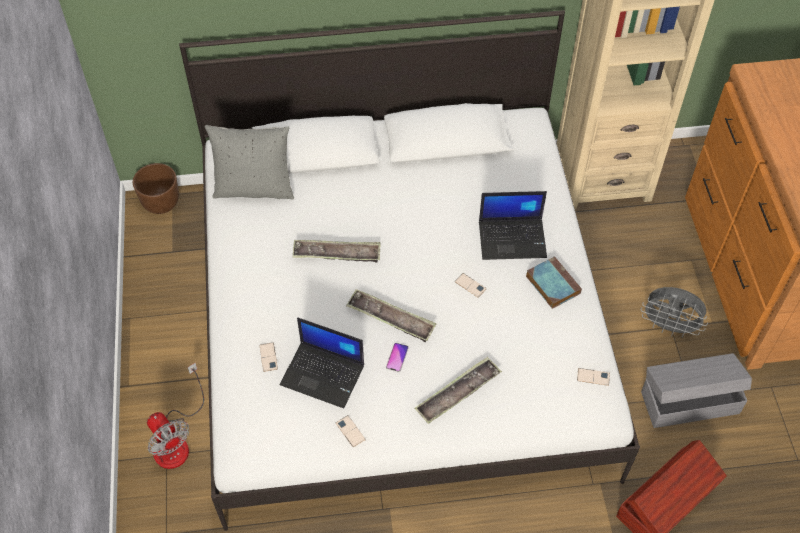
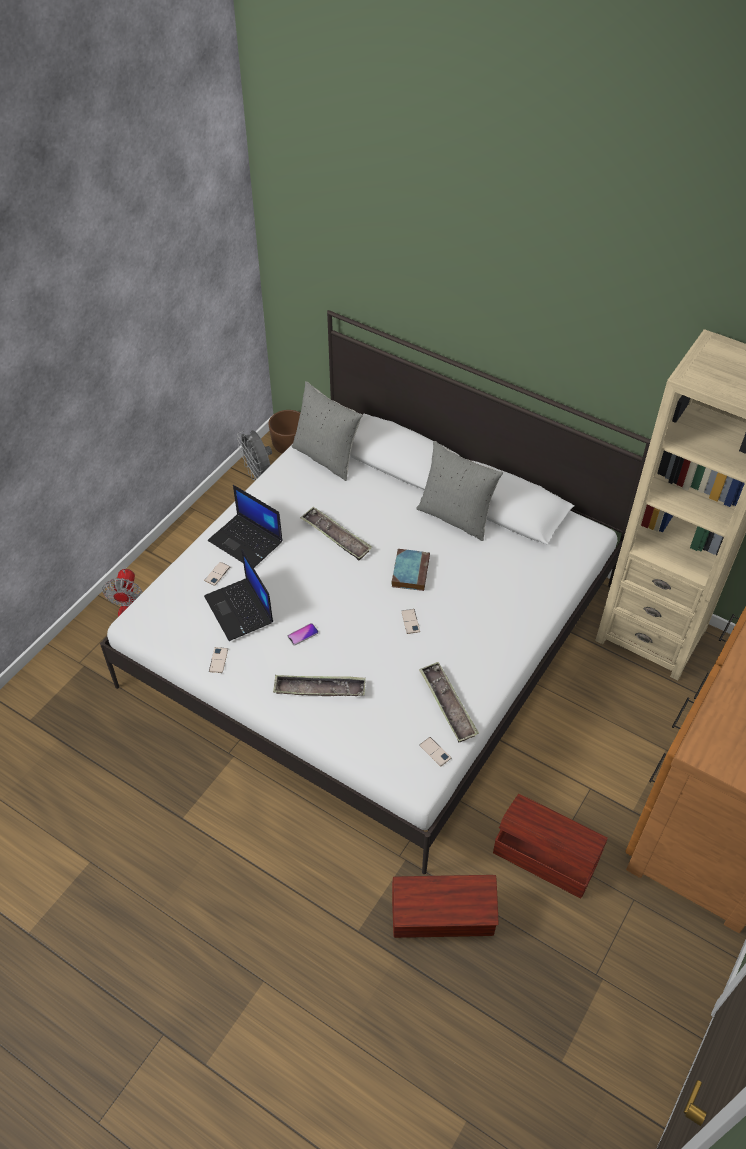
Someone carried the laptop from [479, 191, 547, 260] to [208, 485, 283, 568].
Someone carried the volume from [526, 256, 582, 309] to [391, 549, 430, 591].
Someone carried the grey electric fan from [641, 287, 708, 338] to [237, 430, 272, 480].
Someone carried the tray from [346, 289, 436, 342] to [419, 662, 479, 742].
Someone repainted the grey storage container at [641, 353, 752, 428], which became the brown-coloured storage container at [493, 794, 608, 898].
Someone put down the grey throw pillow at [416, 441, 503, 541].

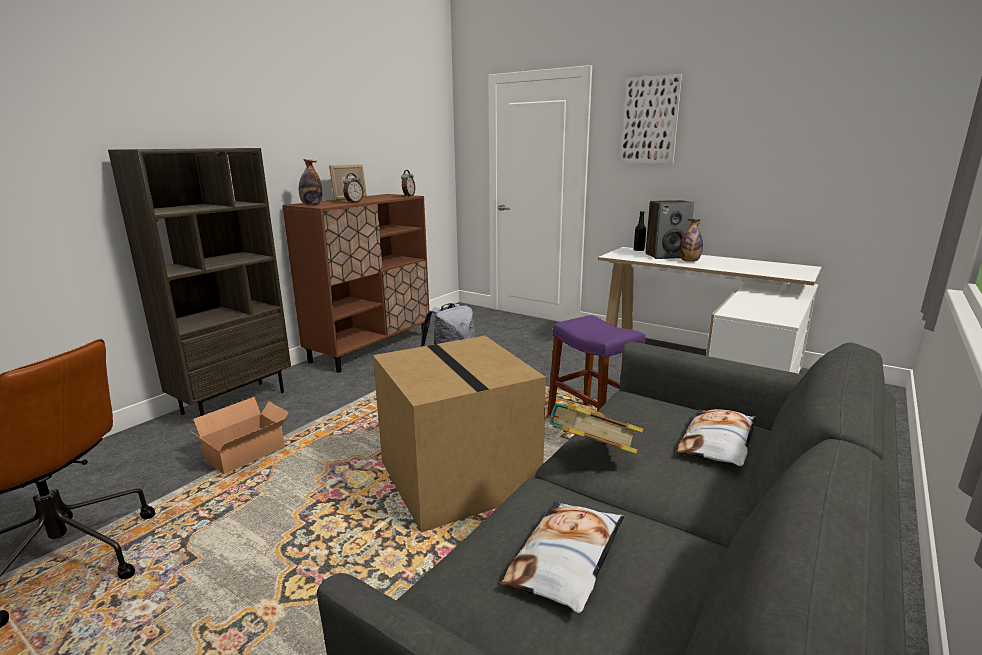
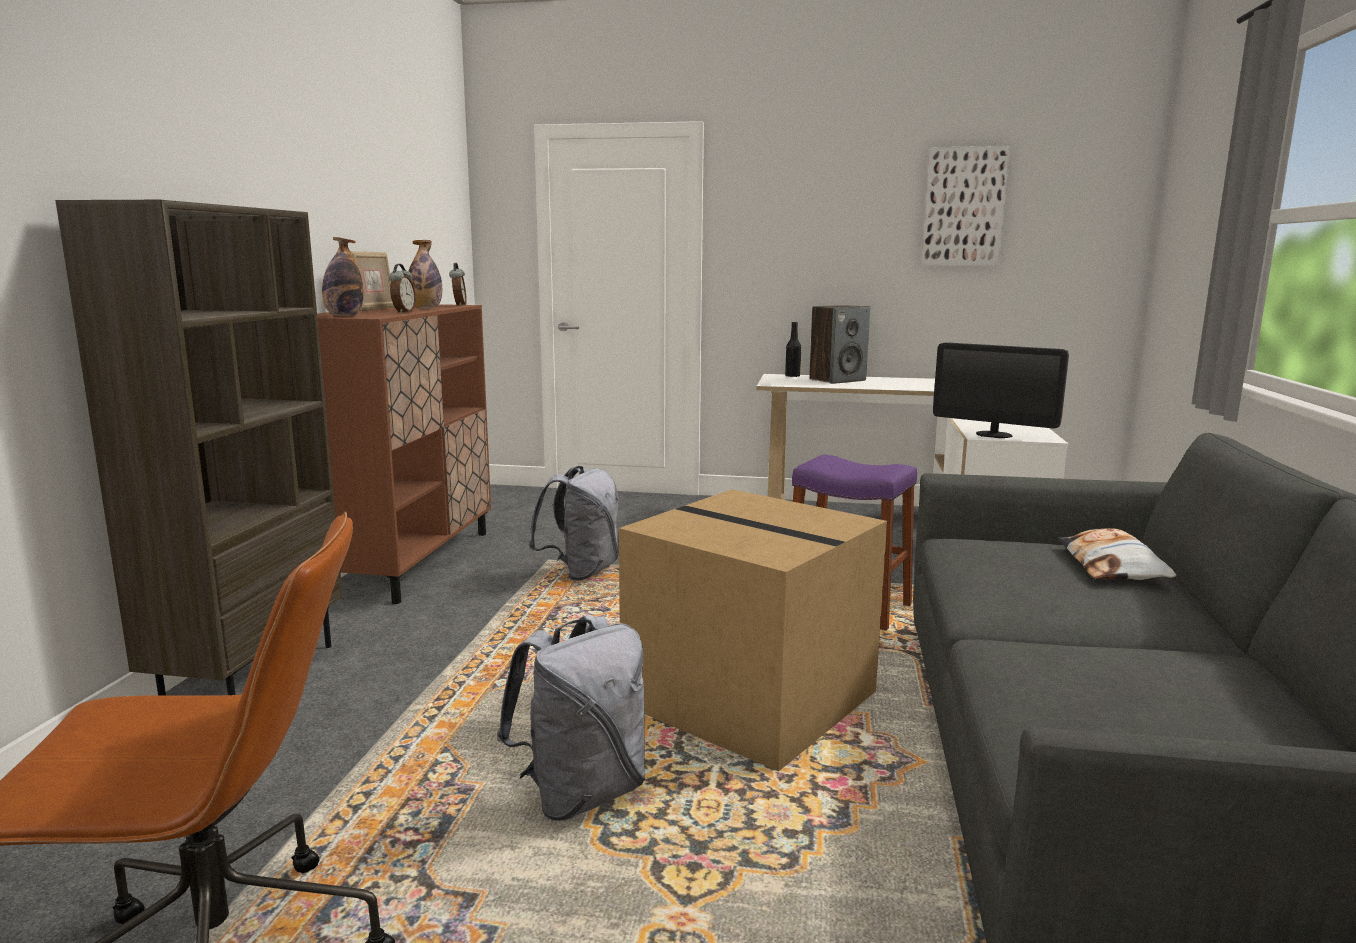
Someone carried the wall art from [621, 74, 682, 164] to [921, 146, 1010, 266].
Someone carried the bottle from [679, 219, 703, 262] to [408, 240, 442, 309].
Someone took away the packing box at [191, 397, 289, 474].
Someone took away the volume at [545, 403, 643, 454].
Someone took away the throw pillow at [500, 501, 624, 613].
Someone put down the computer screen at [933, 342, 1069, 438].
Someone put down the grey knapsack at [497, 615, 646, 821].

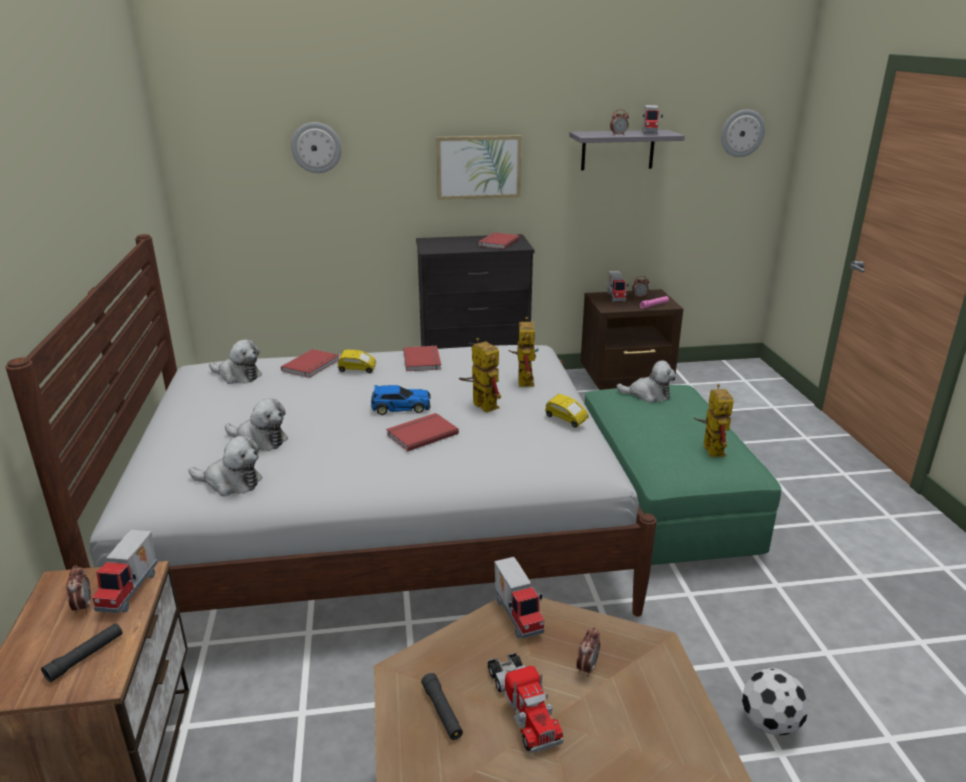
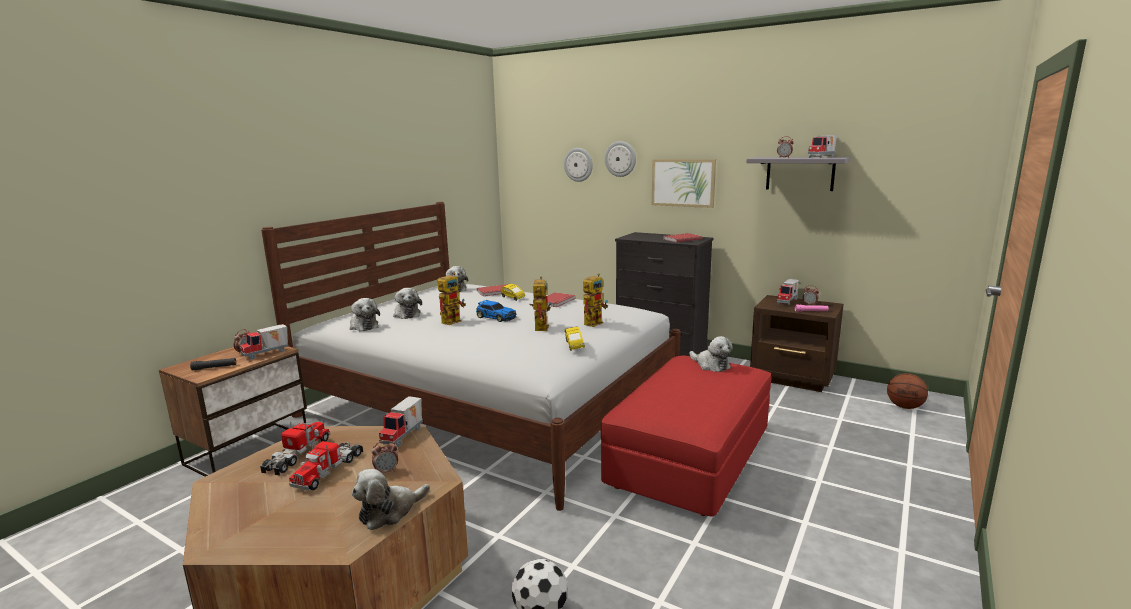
Someone carried the wall clock from [721, 109, 765, 157] to [605, 141, 636, 177].
Someone carried the robot figure from [694, 384, 733, 457] to [438, 273, 466, 325].
Someone repainted the greenish footrest at [584, 385, 781, 565], which became the red footrest at [601, 356, 771, 516].
Someone took away the red volume at [386, 413, 459, 451].
Someone swapped the blackish flashlight at [421, 673, 463, 740] for the toy lorry at [260, 421, 330, 475].
Someone put down the basketball ball at [887, 373, 928, 409].
Someone put down the plush toy at [352, 469, 430, 530].

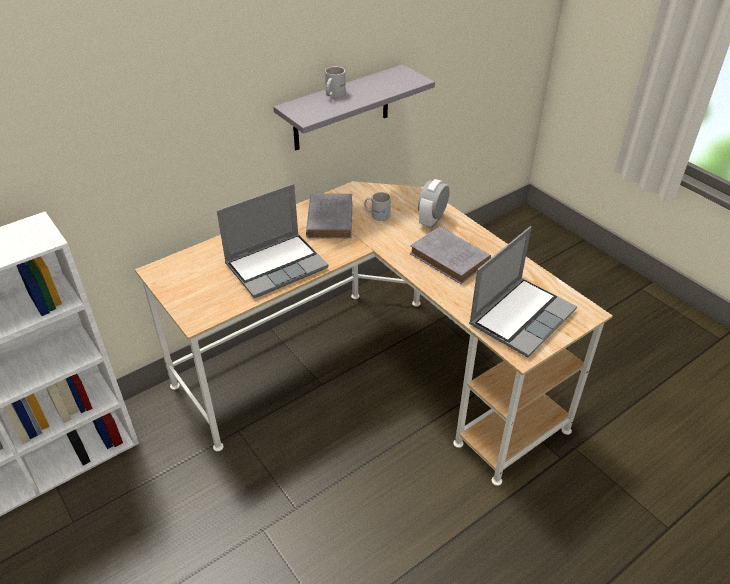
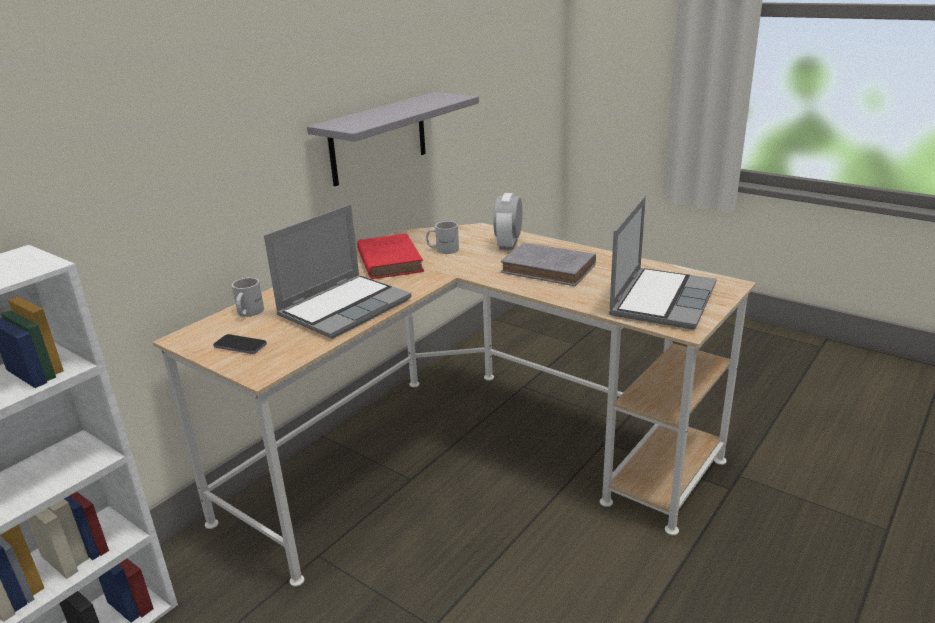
Someone carried the whitish coffee mug from [325, 66, 346, 97] to [232, 278, 264, 317].
Someone repainted the grey volume at [306, 193, 352, 238], which became the red volume at [357, 234, 424, 279].
Someone put down the phone at [213, 334, 267, 354].

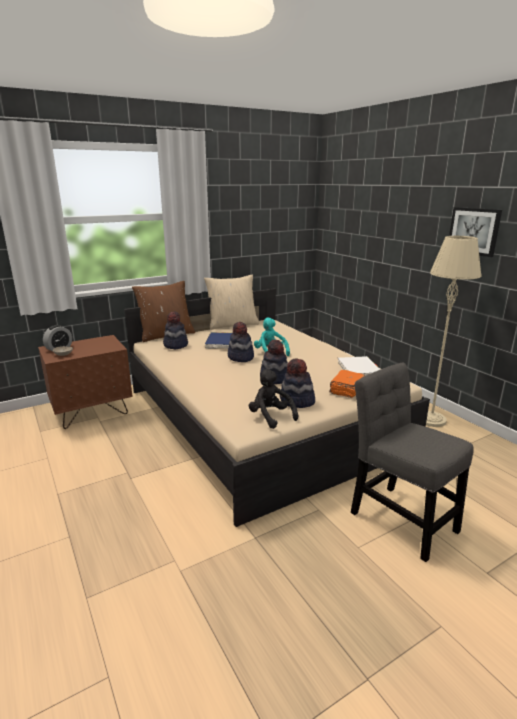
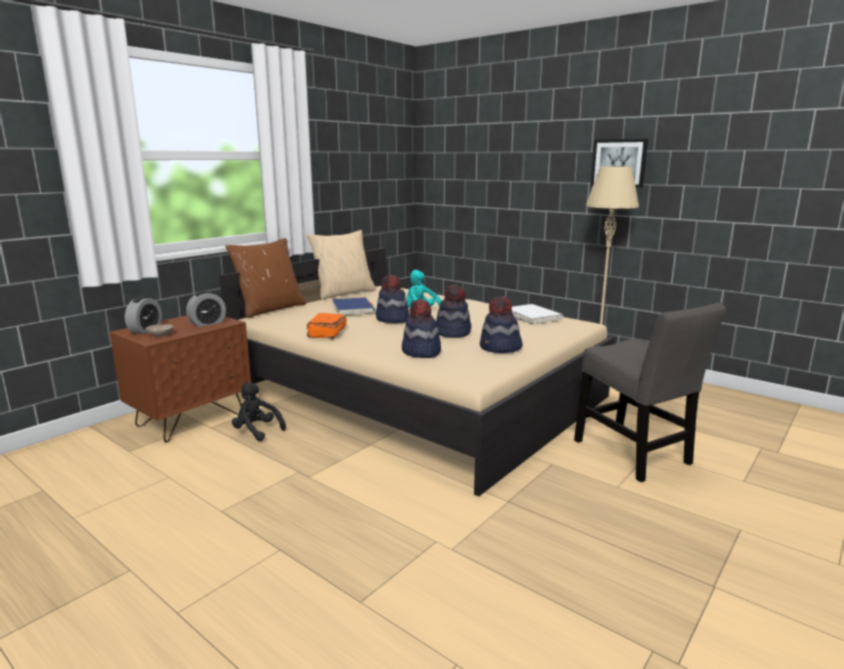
Someone carried the wearable hat from [163, 311, 188, 349] to [402, 299, 441, 358].
Someone rotated the grey upright chair at [351, 363, 473, 562] by 150 degrees counterclockwise.
Someone carried the blackish plush toy from [249, 369, 298, 429] to [232, 382, 286, 441].
Someone carried the orange-coloured volume from [329, 370, 365, 398] to [307, 313, 347, 339].
Someone put down the table clock at [186, 291, 226, 327].

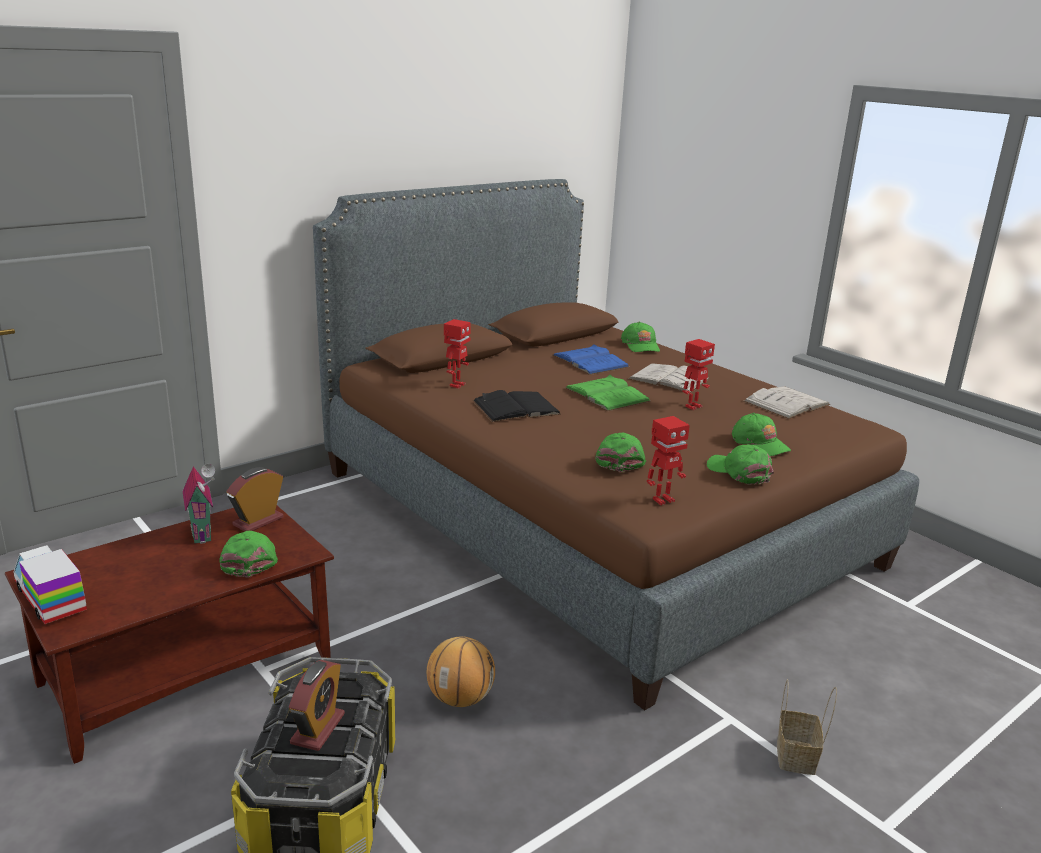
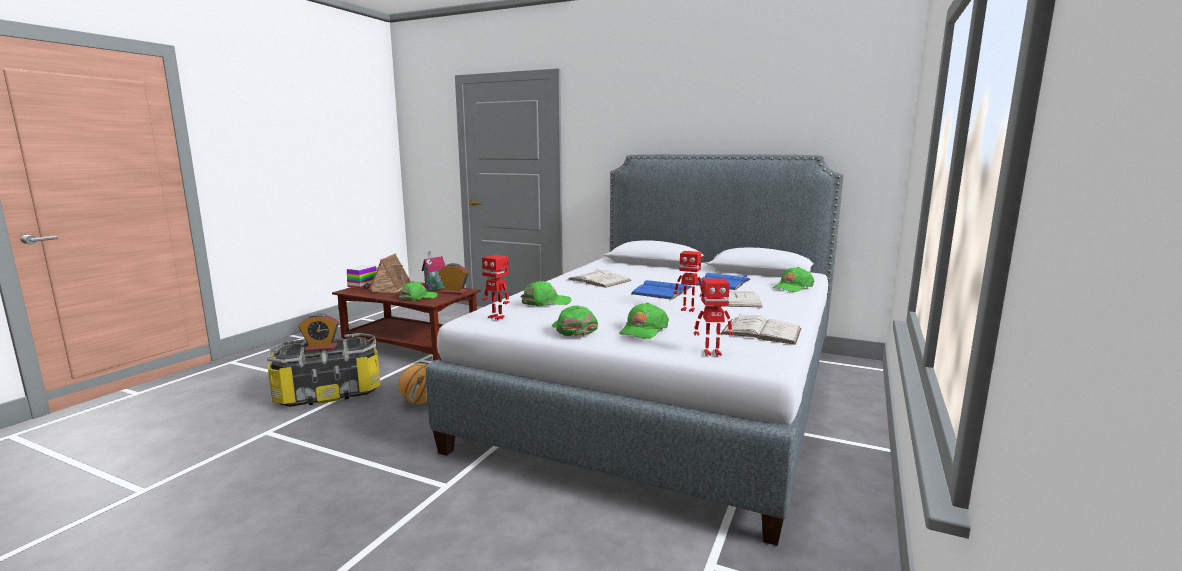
Someone repainted the brown-coloured bedroom bed at [313, 179, 919, 711], which became the grey bedroom bed at [426, 154, 843, 546].
Someone carried the robot figure from [444, 319, 471, 389] to [694, 279, 734, 356].
Someone repainted the greenish volume at [565, 375, 650, 411], which became the blue volume at [631, 280, 692, 300].
Someone repainted the blackish volume at [472, 390, 561, 422], which became the whitish volume at [568, 269, 632, 288].
Someone rotated the greenish cap at [707, 445, 774, 485] by 45 degrees counterclockwise.
Someone took away the storage basket at [777, 679, 837, 775].
Someone put down the miniature house at [369, 254, 411, 293].

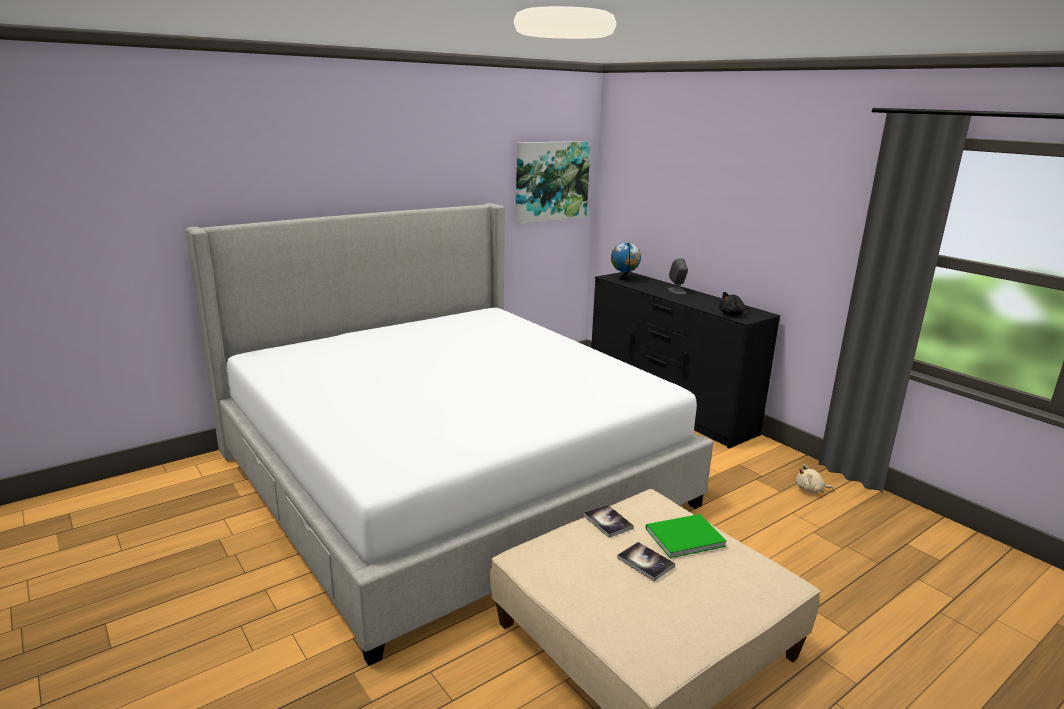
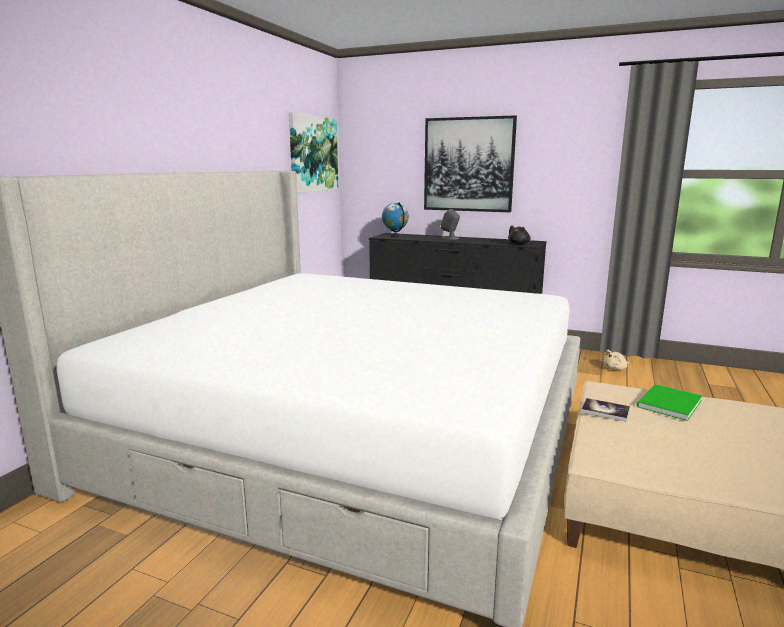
Someone took away the volume at [617, 542, 675, 581].
Someone put up the wall art at [424, 115, 517, 212].

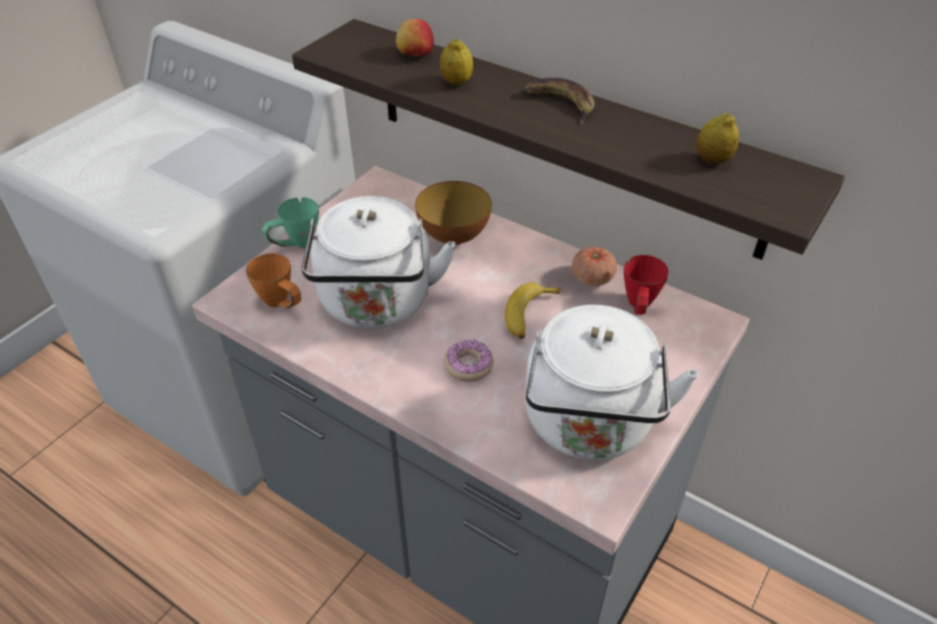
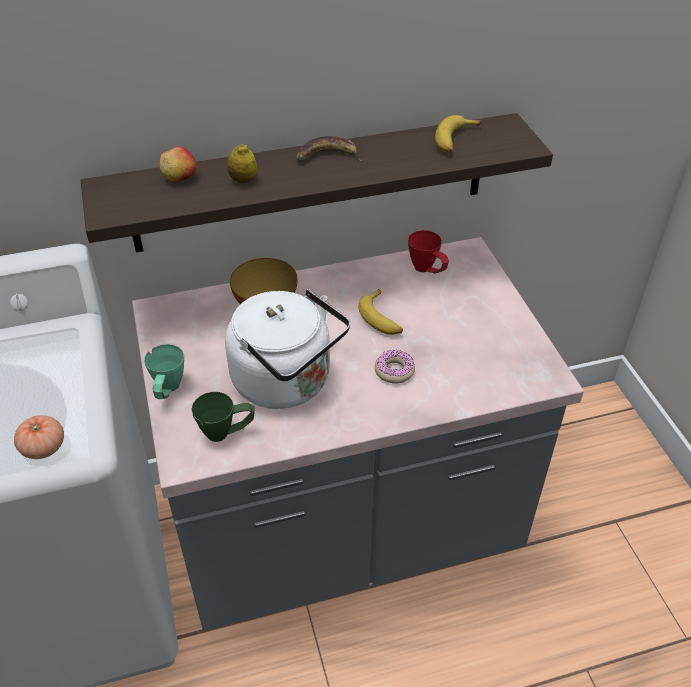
Someone swapped the citrus fruit at [697, 113, 739, 164] for the banana at [435, 115, 481, 153].
Someone carried the whole tomato from [572, 247, 617, 286] to [14, 415, 64, 459].
Someone repainted the orange-coloured coffee mug at [246, 253, 301, 309], which became the greenish coffee mug at [191, 392, 255, 442].
Someone took away the whitish kettle at [525, 305, 699, 460].

